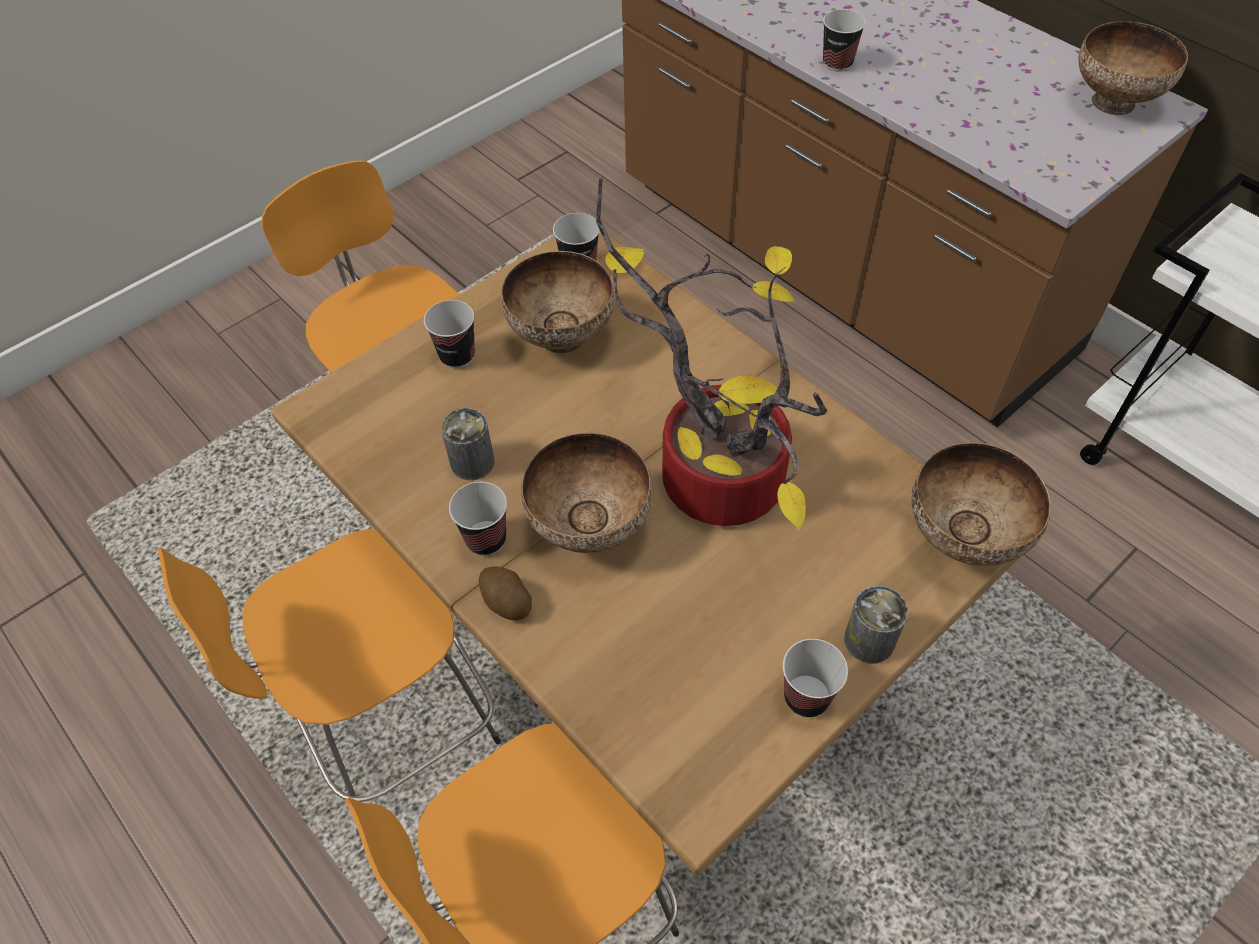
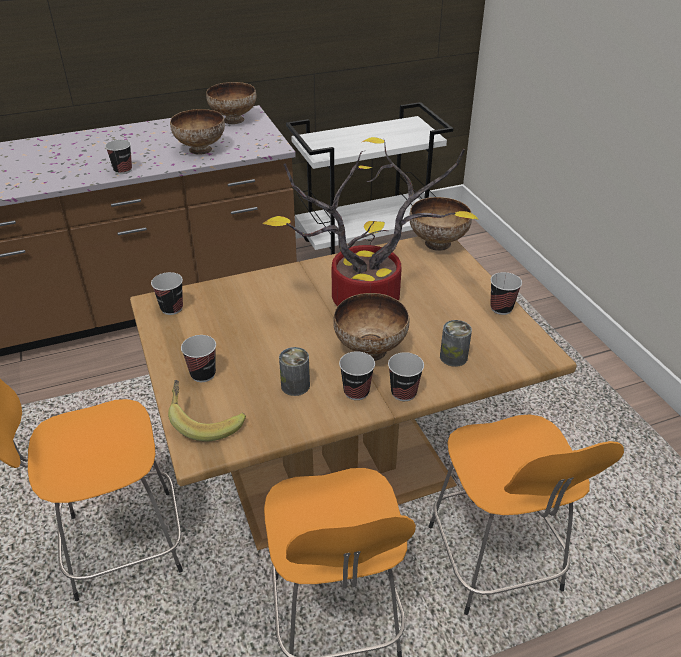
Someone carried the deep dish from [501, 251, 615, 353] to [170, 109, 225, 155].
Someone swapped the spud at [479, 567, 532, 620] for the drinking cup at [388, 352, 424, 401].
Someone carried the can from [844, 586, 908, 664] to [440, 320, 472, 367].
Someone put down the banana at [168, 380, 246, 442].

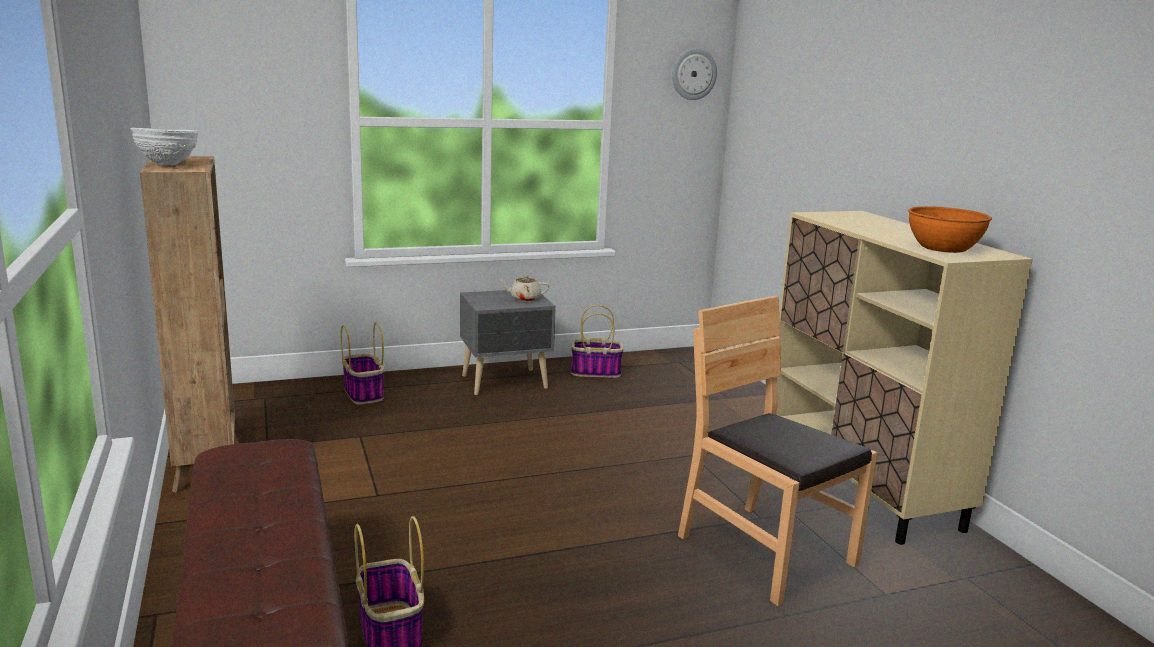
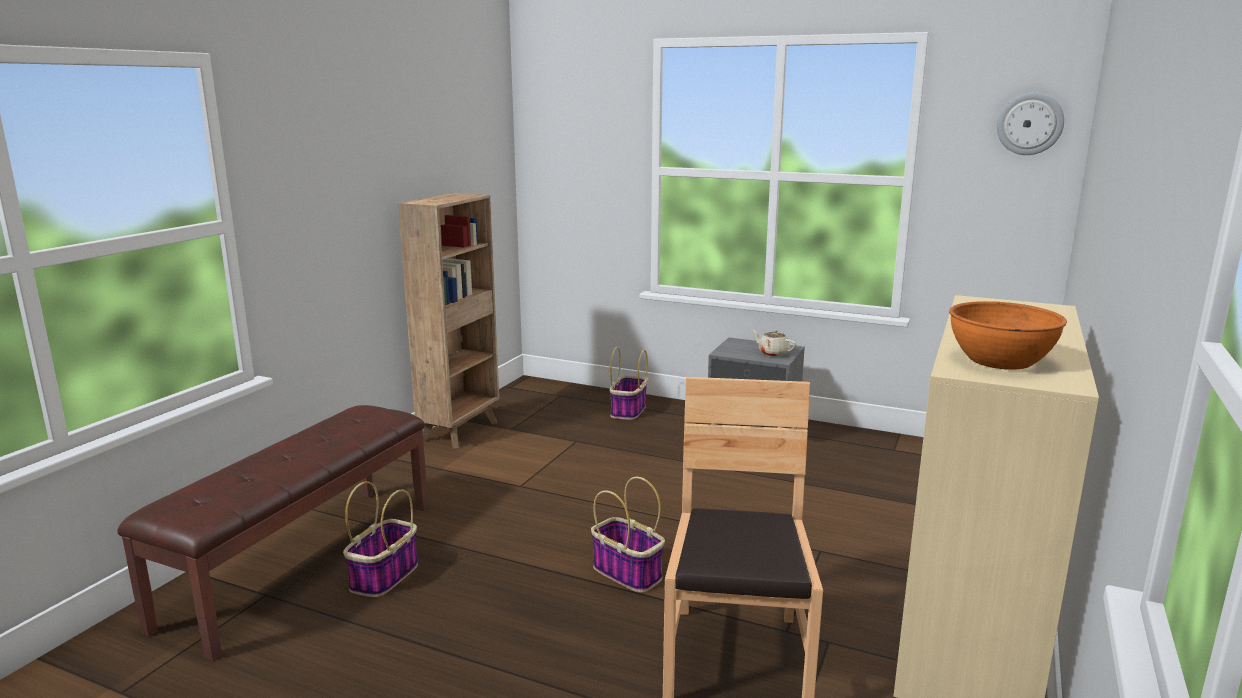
Someone took away the whitish deep dish at [131, 128, 199, 166].
Someone carried the storage basket from [571, 305, 624, 378] to [591, 477, 665, 593].

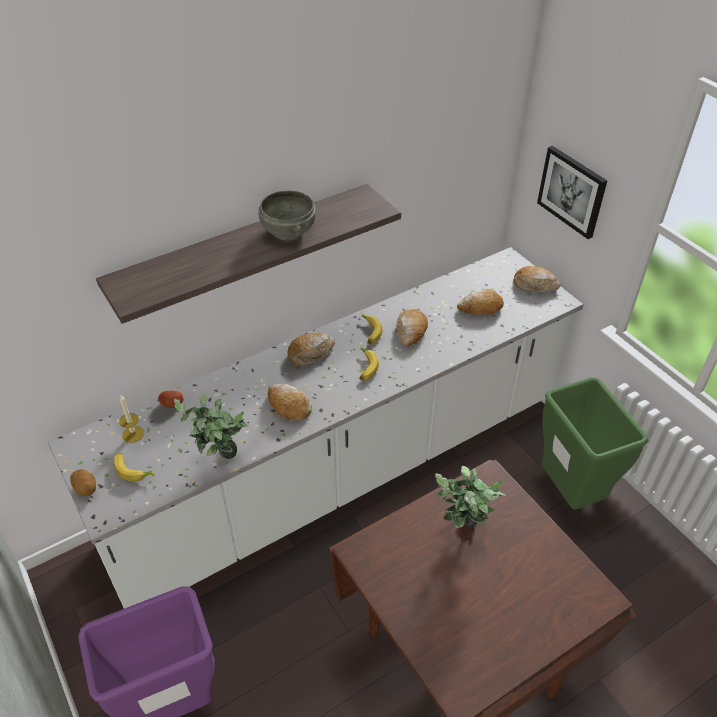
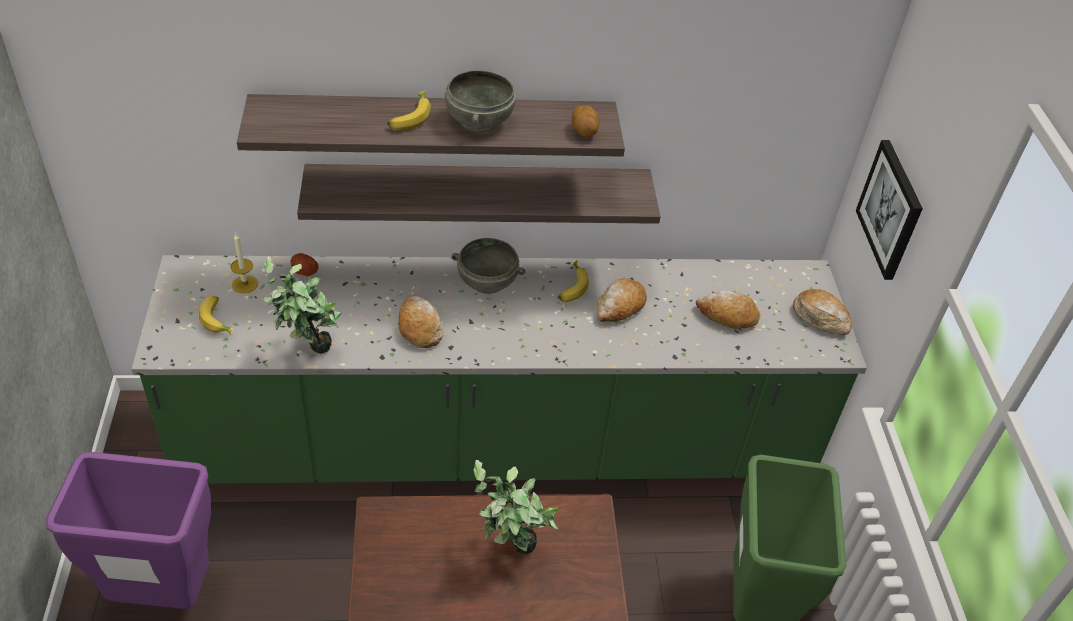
Someone repainted the whitish kitchen counter at [48, 247, 583, 608], which became the greenish kitchen counter at [131, 255, 867, 484].
Someone swapped the baked bread at [287, 333, 335, 366] for the grey deep dish at [452, 238, 525, 294].
Someone carried the banana from [359, 345, 379, 381] to [387, 91, 431, 131].
Someone carried the spud from [70, 469, 96, 496] to [572, 105, 599, 138].
Someone put up the shelf at [297, 164, 661, 224].

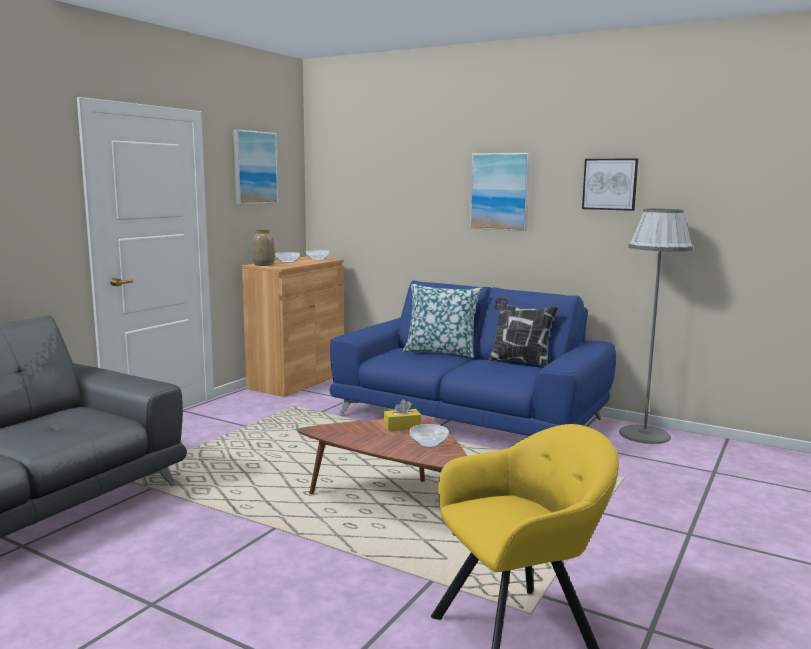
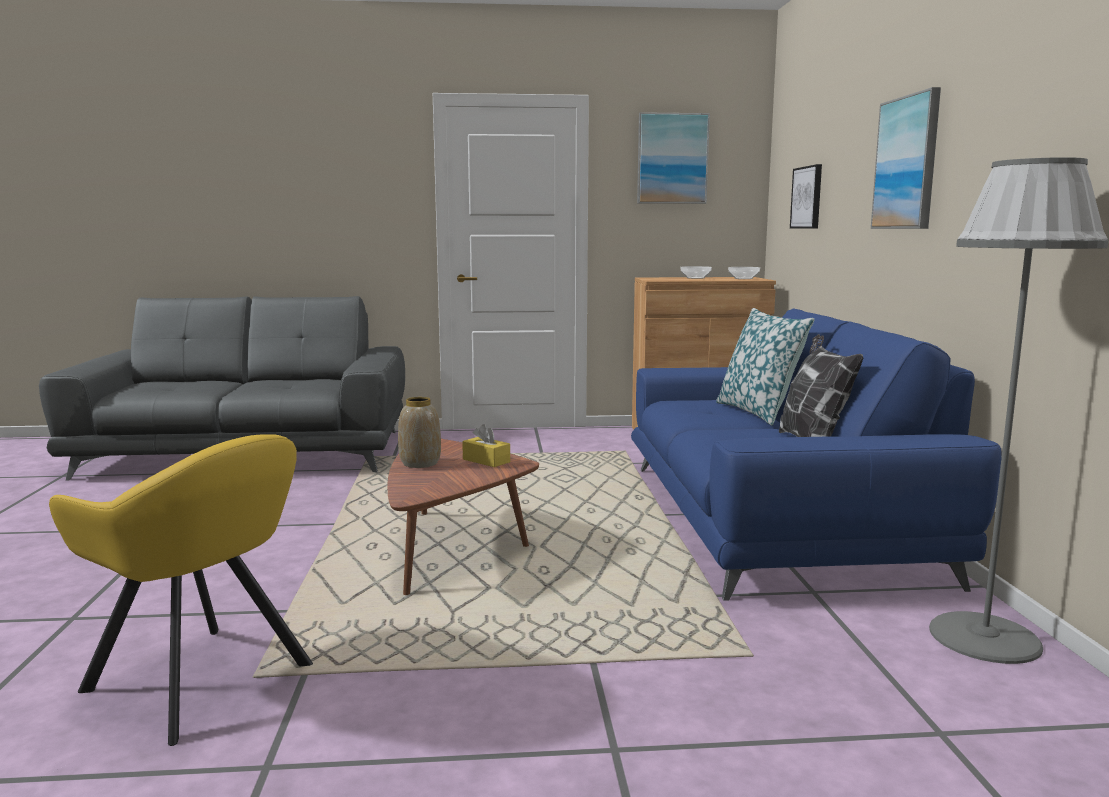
Someone carried the wall art from [582, 159, 638, 211] to [790, 164, 822, 228].
Someone carried the decorative vase from [252, 230, 275, 266] to [398, 397, 441, 468].
Someone took away the deep dish at [410, 424, 449, 448].

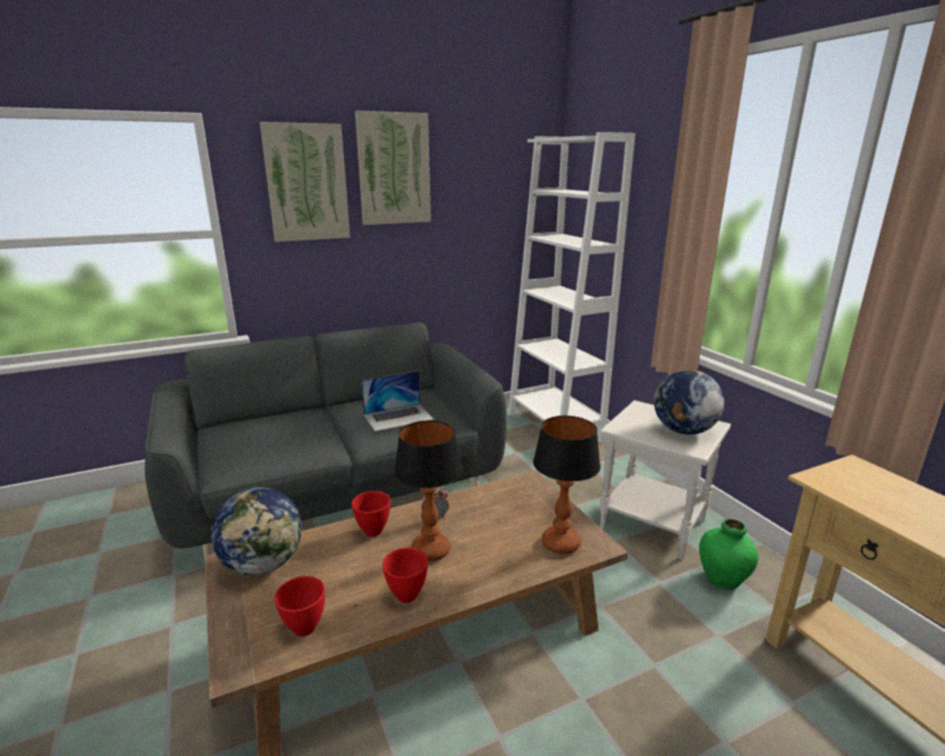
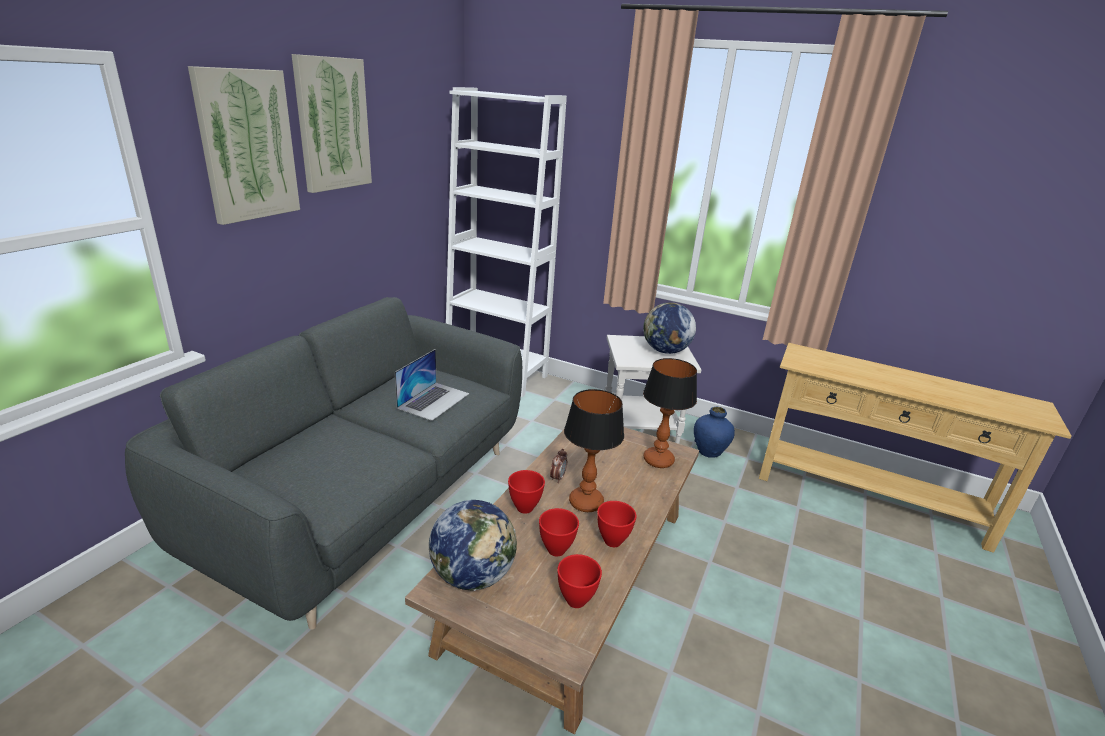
Someone repainted the greenish decorative vase at [699, 519, 759, 590], which became the blue decorative vase at [694, 406, 735, 458].
Someone put down the red deep dish at [539, 508, 579, 556].

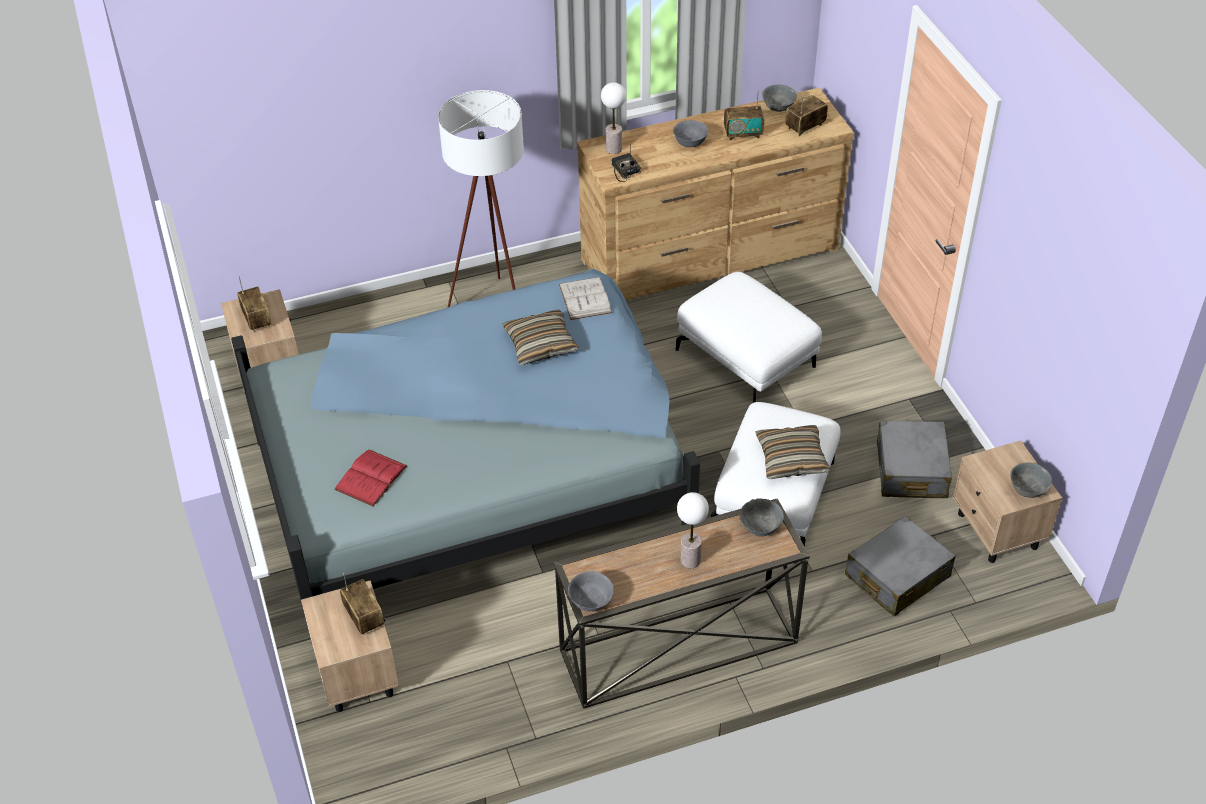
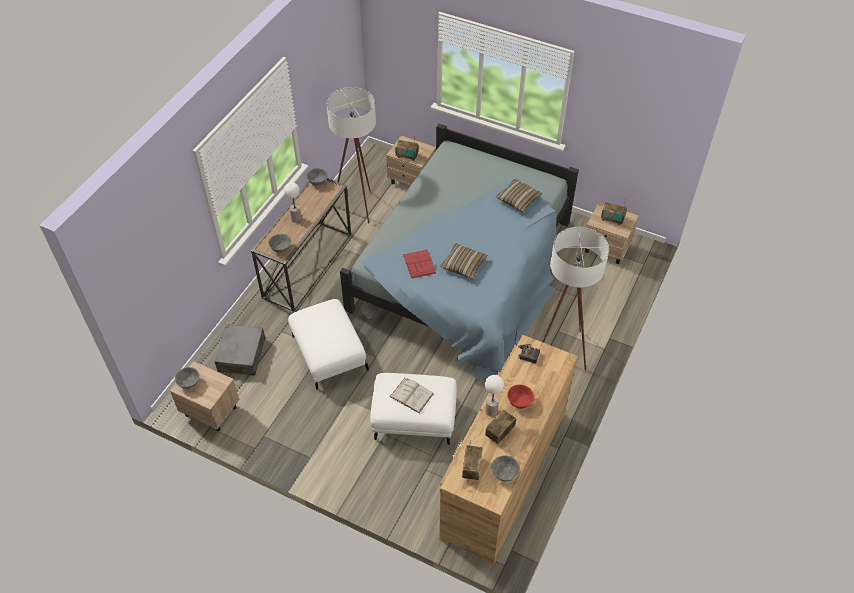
Someone carried the tabletop lamp from [601, 82, 626, 154] to [485, 375, 504, 417].
Someone repainted the grey deep dish at [673, 120, 709, 147], which became the red deep dish at [507, 385, 534, 409].
Someone carried the whitish volume from [559, 277, 612, 320] to [390, 378, 434, 413].
Someone took away the grey travel case at [876, 420, 952, 498].
Someone carried the throw pillow from [755, 425, 830, 479] to [496, 179, 542, 212].
Someone carried the red volume from [334, 450, 407, 507] to [403, 250, 436, 279].
Someone put down the whitish standing lamp at [326, 87, 376, 224].

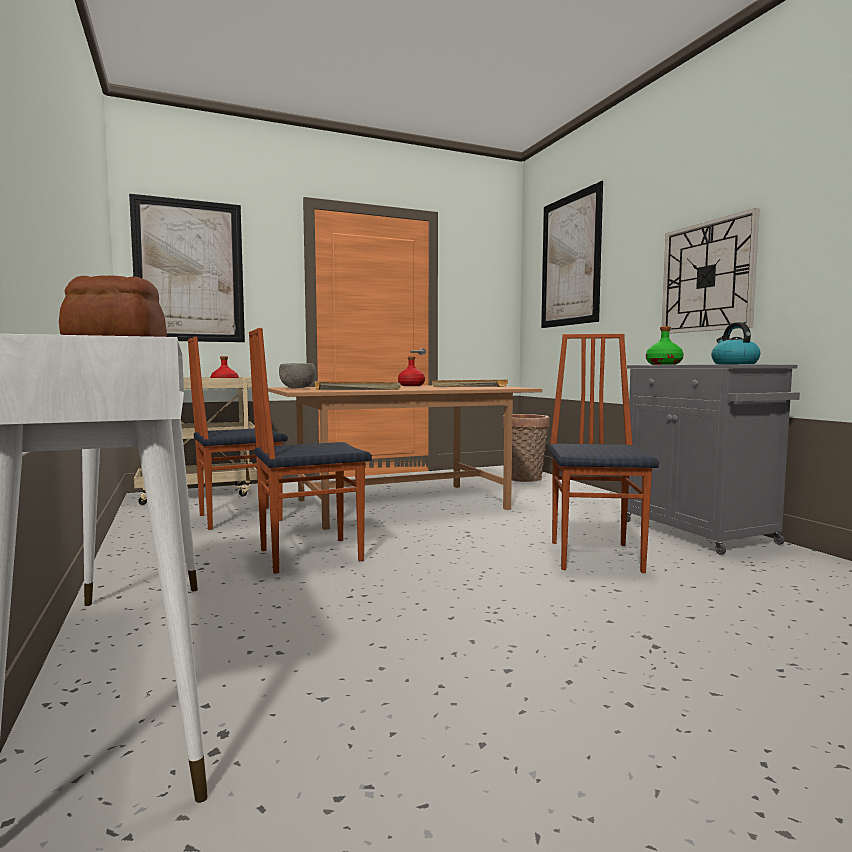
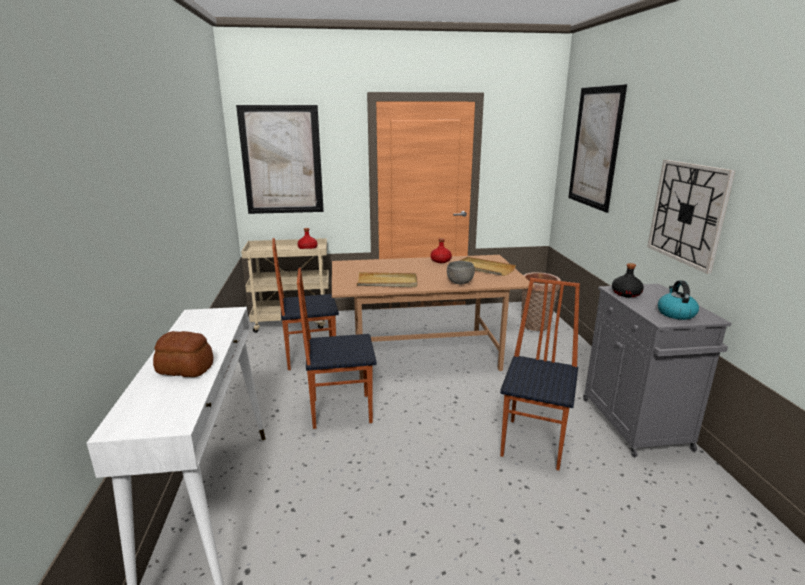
Someone repainted the greenish bottle at [646, 326, 684, 365], which became the blackish bottle at [612, 263, 644, 297].
Someone carried the grey deep dish from [279, 363, 315, 389] to [447, 261, 475, 284].

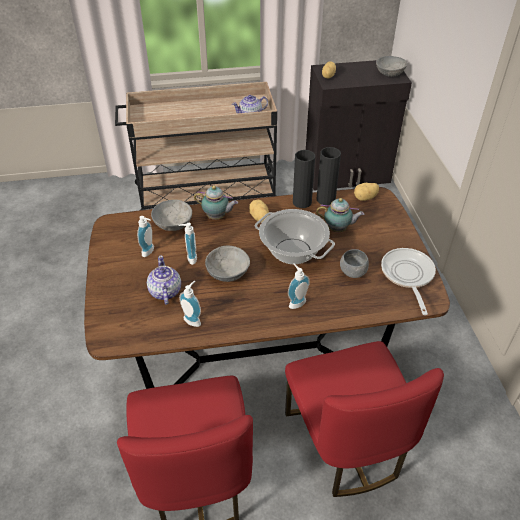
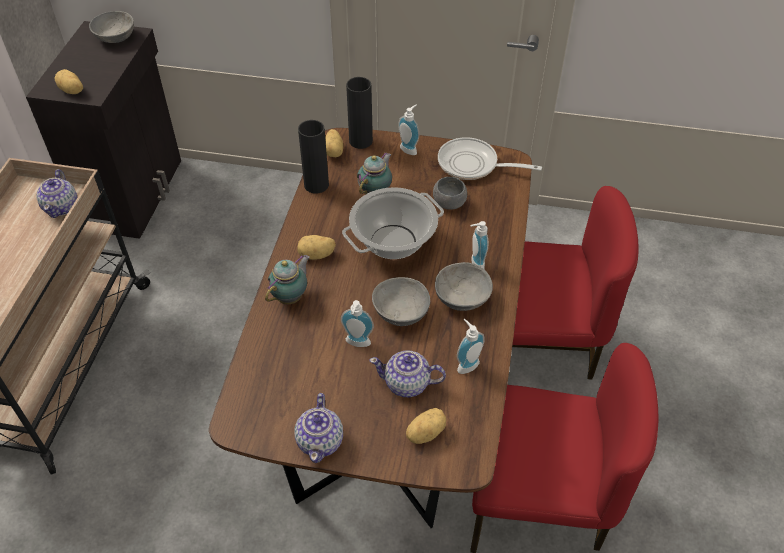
Someone carried the blackish decorative vase from [293, 150, 315, 208] to [346, 77, 373, 149].
Someone carried the grey deep dish from [151, 200, 192, 231] to [435, 262, 493, 311].
Someone carried the soap dispenser from [137, 216, 154, 257] to [398, 104, 419, 155].
Someone put down the teapot at [295, 393, 343, 463].
Someone put down the spud at [406, 408, 446, 444].

